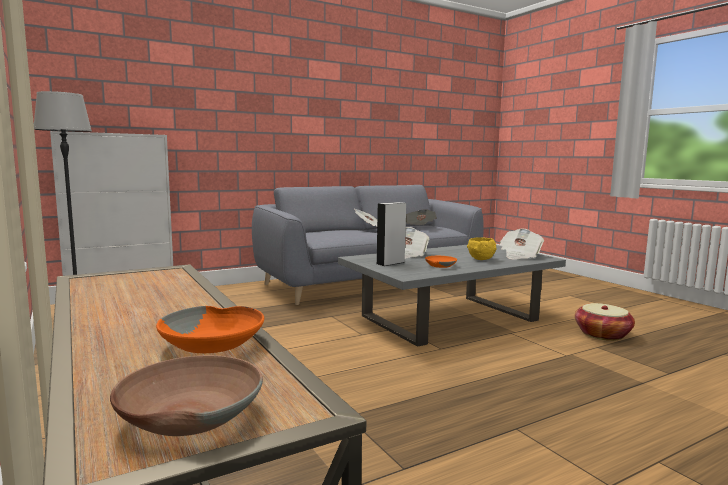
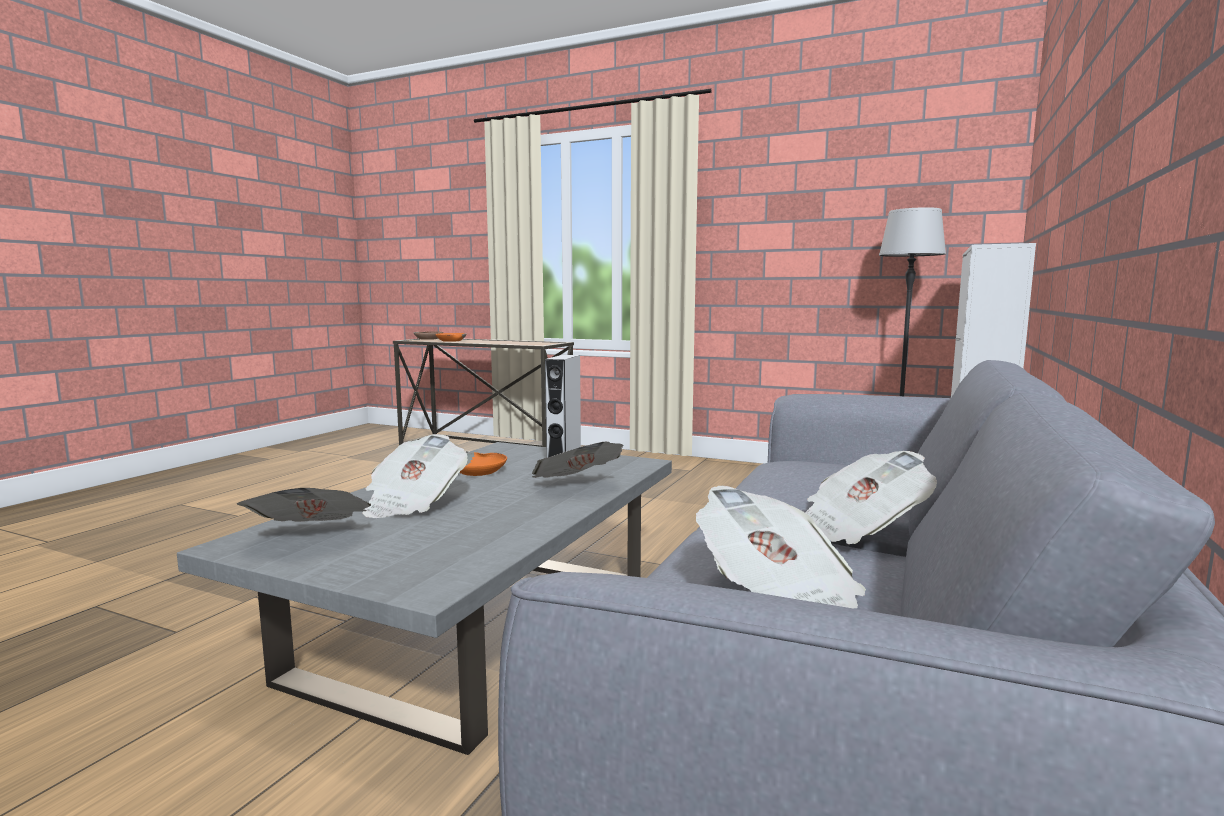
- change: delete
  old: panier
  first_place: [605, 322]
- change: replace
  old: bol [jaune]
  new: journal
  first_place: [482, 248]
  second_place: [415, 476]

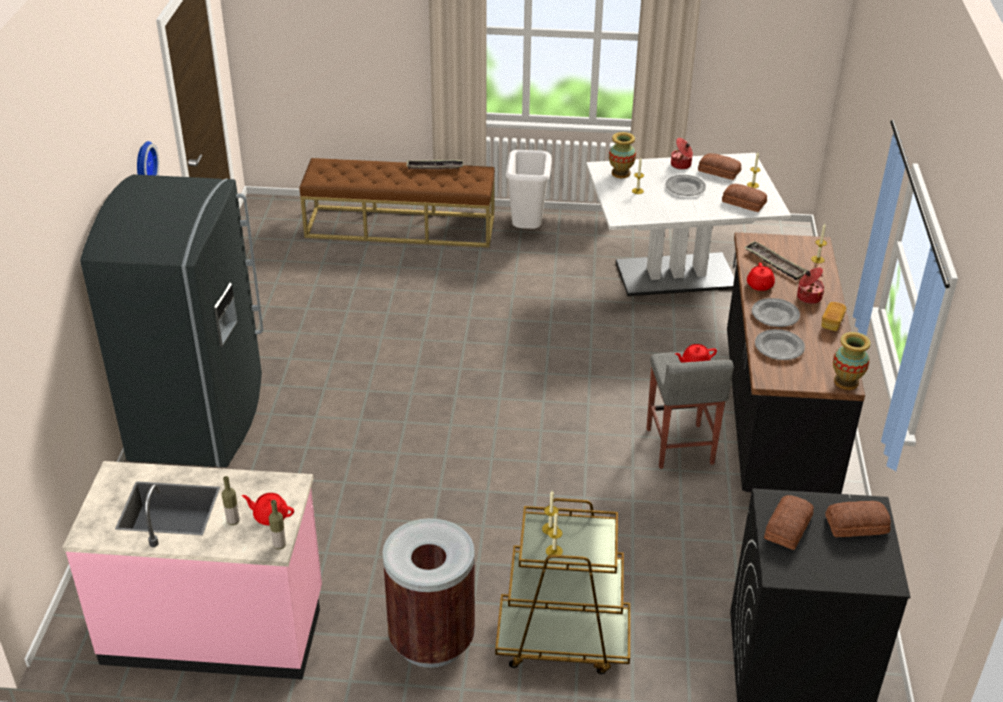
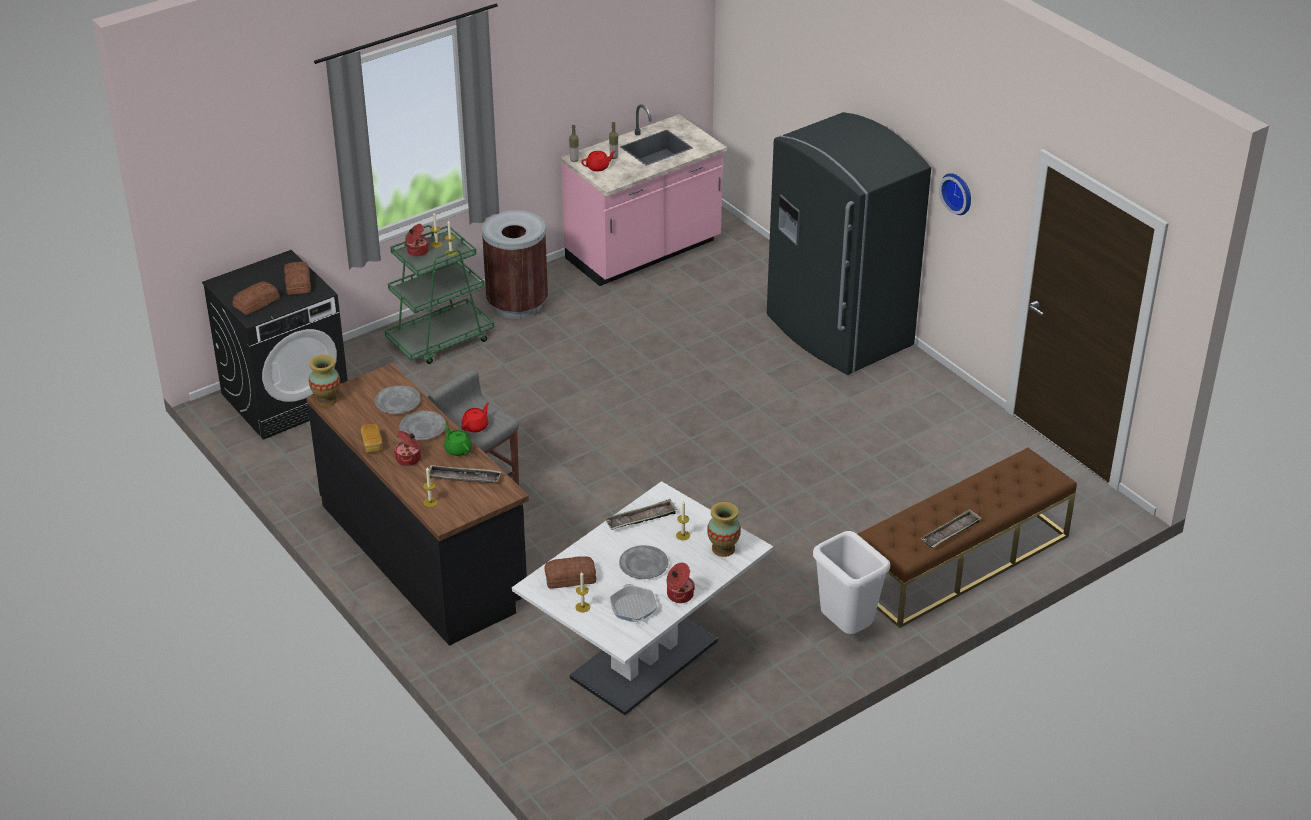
- change: insert
  new: marmite
  second_place: [417, 240]
- change: insert
  new: plateau
  second_place: [641, 514]
- change: replace
  old: pain
  new: poêle
  first_place: [719, 166]
  second_place: [633, 603]
- change: recolor
  old: chariot [marron]
  new: chariot [vert]
  first_place: [562, 586]
  second_place: [439, 294]
- change: recolor
  old: théière [rouge]
  new: théière [vert]
  first_place: [761, 277]
  second_place: [458, 440]

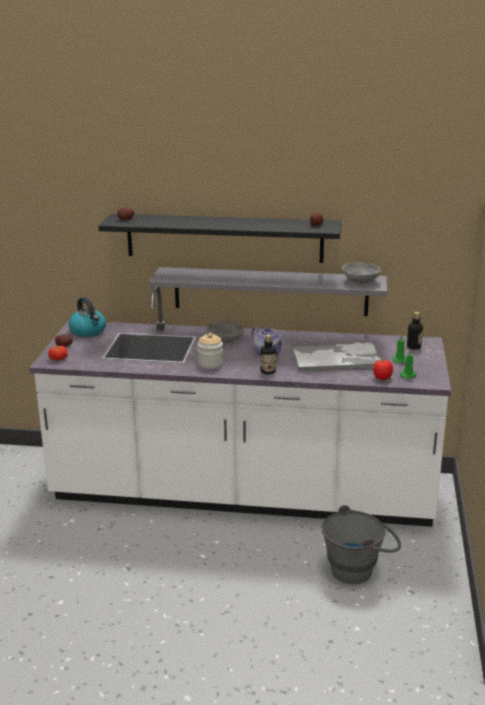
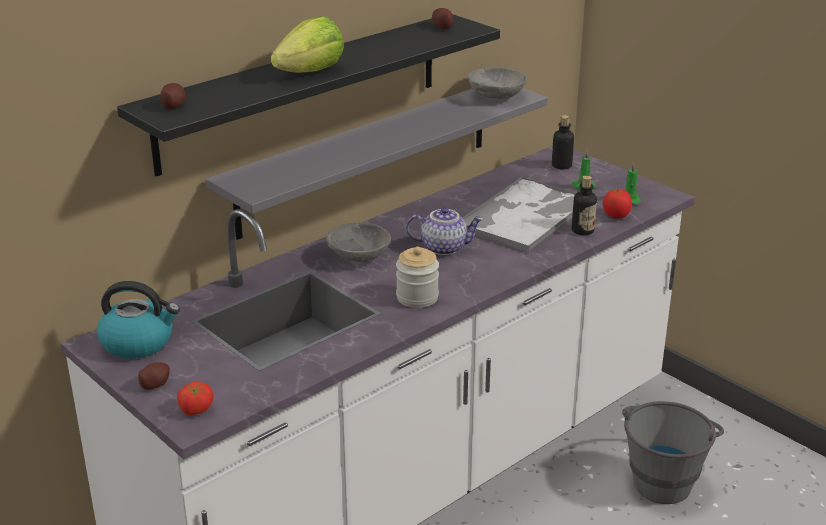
- change: insert
  new: laitue
  second_place: [307, 44]
- change: move
  old: bouteille
  first_place: [268, 354]
  second_place: [584, 205]

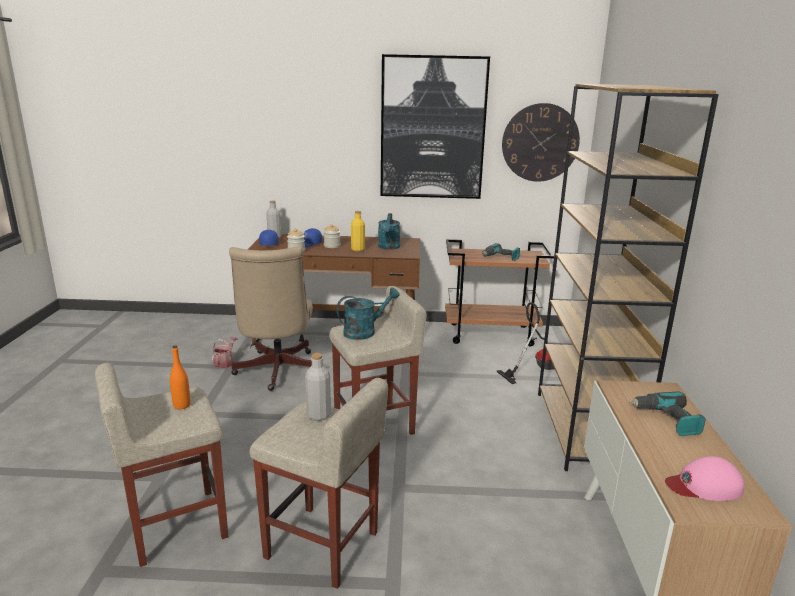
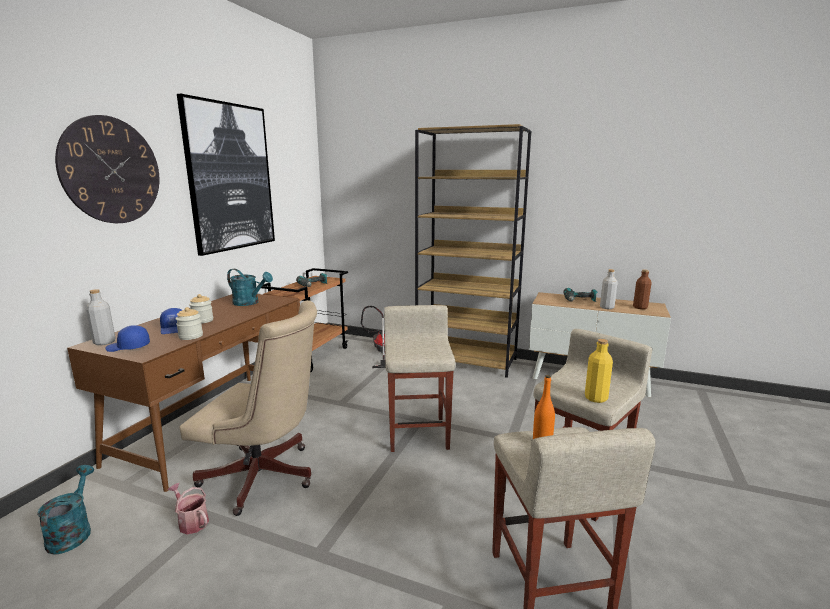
- change: move
  old: bouteille [gris]
  first_place: [318, 387]
  second_place: [608, 289]
- change: move
  old: arrosoir [turquoise]
  first_place: [368, 313]
  second_place: [65, 510]
- change: move
  old: bouteille [jaune]
  first_place: [358, 231]
  second_place: [599, 371]
- change: move
  old: horloge murale
  first_place: [541, 142]
  second_place: [107, 169]
- change: replace
  old: casquette [rose]
  new: bouteille [marron]
  first_place: [704, 478]
  second_place: [642, 289]

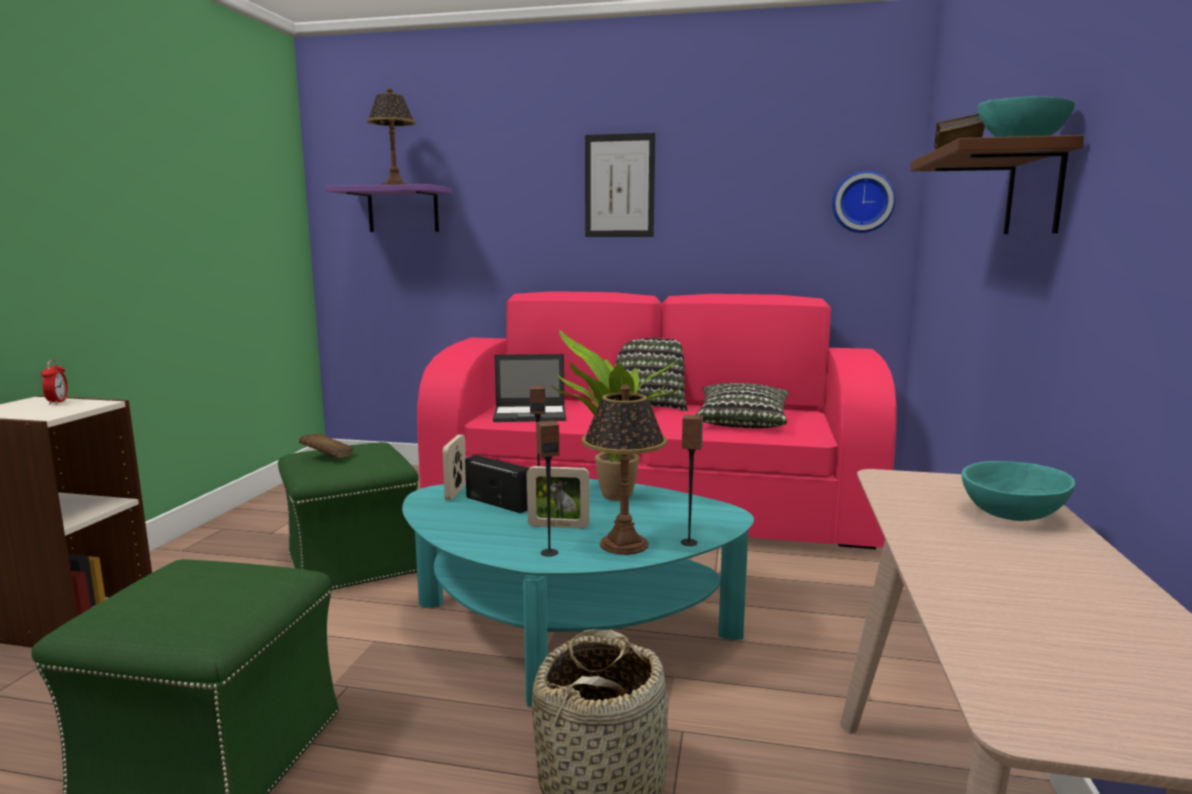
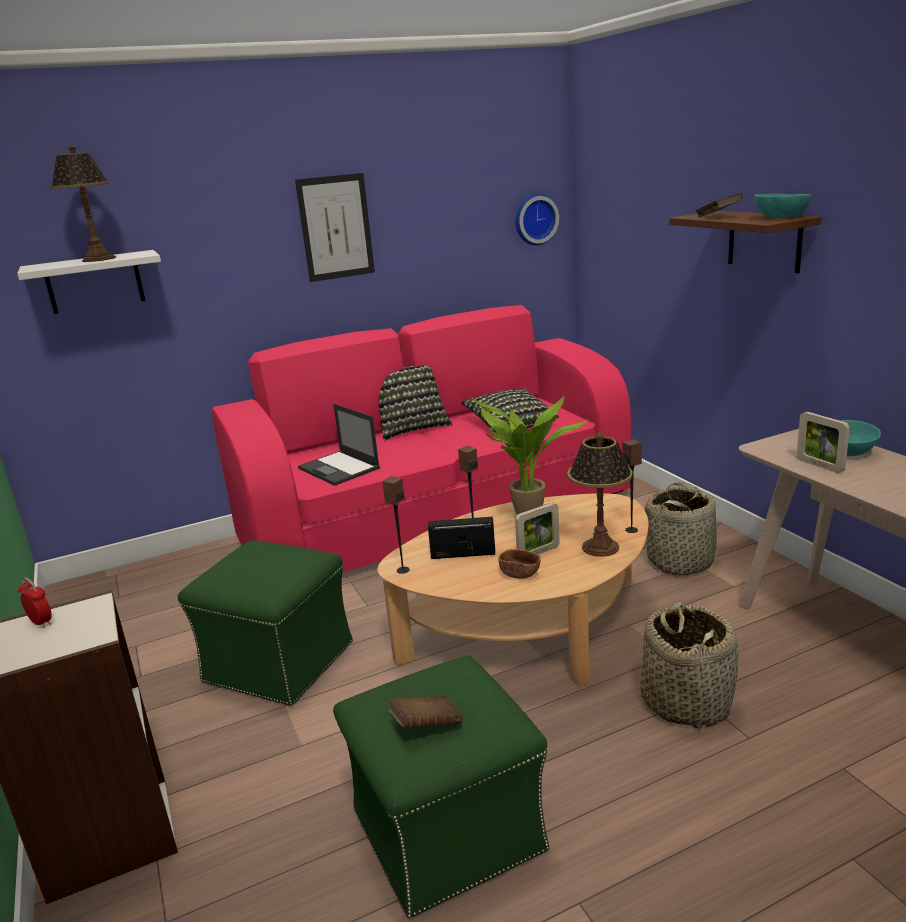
- change: insert
  new: bol [marron]
  second_place: [519, 564]
- change: insert
  new: panier
  second_place: [683, 529]
- change: move
  old: livre [marron]
  first_place: [326, 445]
  second_place: [425, 711]
- change: move
  old: cadre photo
  first_place: [454, 467]
  second_place: [823, 442]
- change: move
  old: enceinte
  first_place: [547, 488]
  second_place: [396, 525]
- change: recolor
  old: étagère [violet]
  new: étagère [blanc]
  first_place: [389, 208]
  second_place: [89, 282]
- change: recolor
  old: table basse [turquoise]
  new: table basse [beige]
  first_place: [578, 593]
  second_place: [513, 589]
- change: rotate
  old: ordinateur portable
  first_place: [529, 388]
  second_place: [339, 445]
  degrees: 90

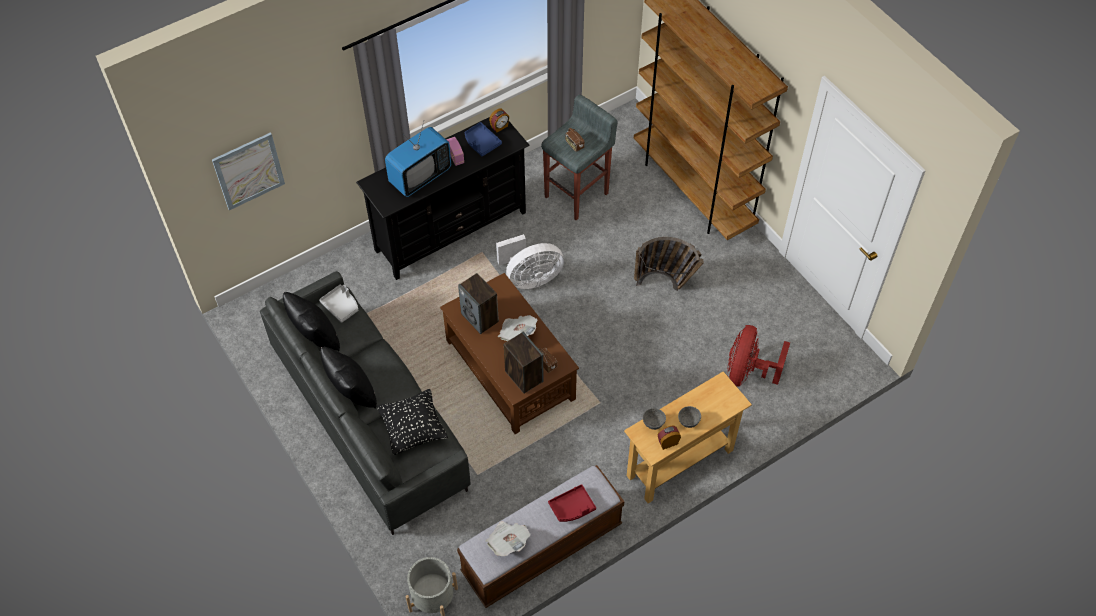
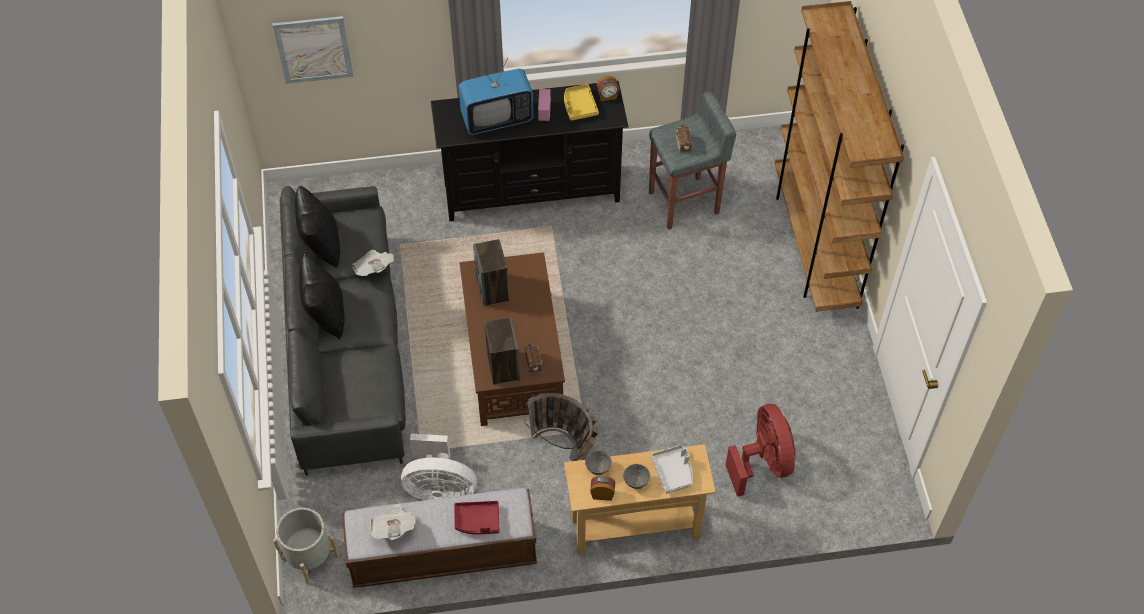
- change: delete
  old: coussin [noir]
  first_place: [412, 422]
- change: move
  old: plateau [gris]
  first_place: [338, 304]
  second_place: [672, 469]
- change: move
  old: ventilateur [blanc]
  first_place: [530, 261]
  second_place: [439, 467]
- change: move
  old: journal
  first_place: [517, 328]
  second_place: [373, 263]
- change: move
  old: panier
  first_place: [668, 264]
  second_place: [561, 427]
- change: recolor
  old: plateau [bleu]
  new: plateau [jaune]
  first_place: [483, 139]
  second_place: [581, 102]
- change: rotate
  old: ventilateur [rouge]
  first_place: [758, 356]
  second_place: [761, 450]
  degrees: 120

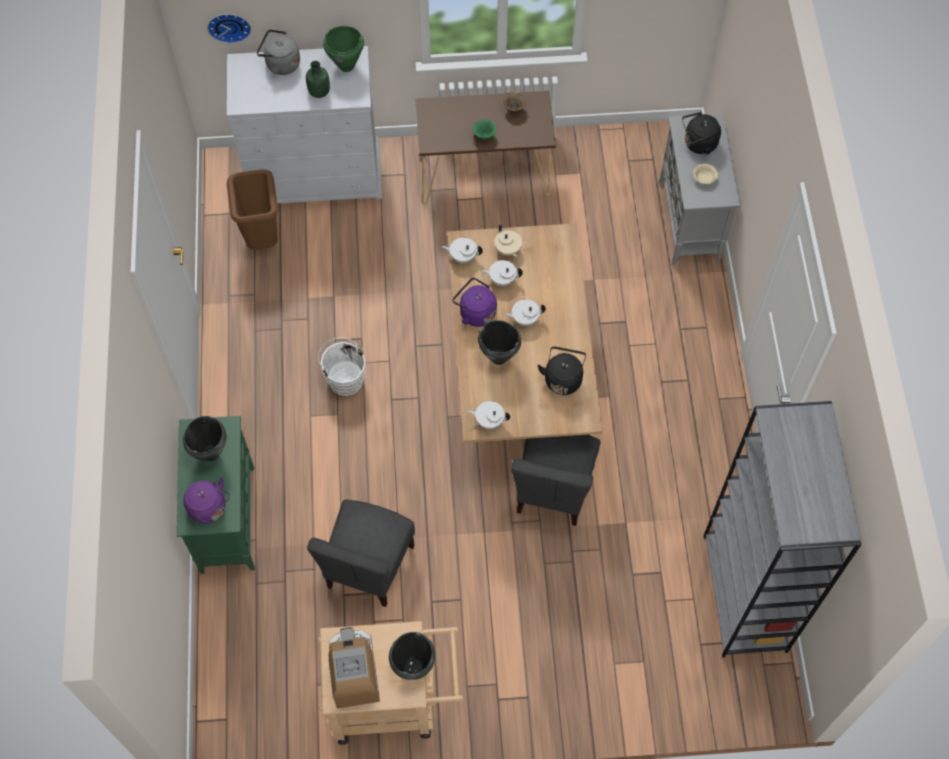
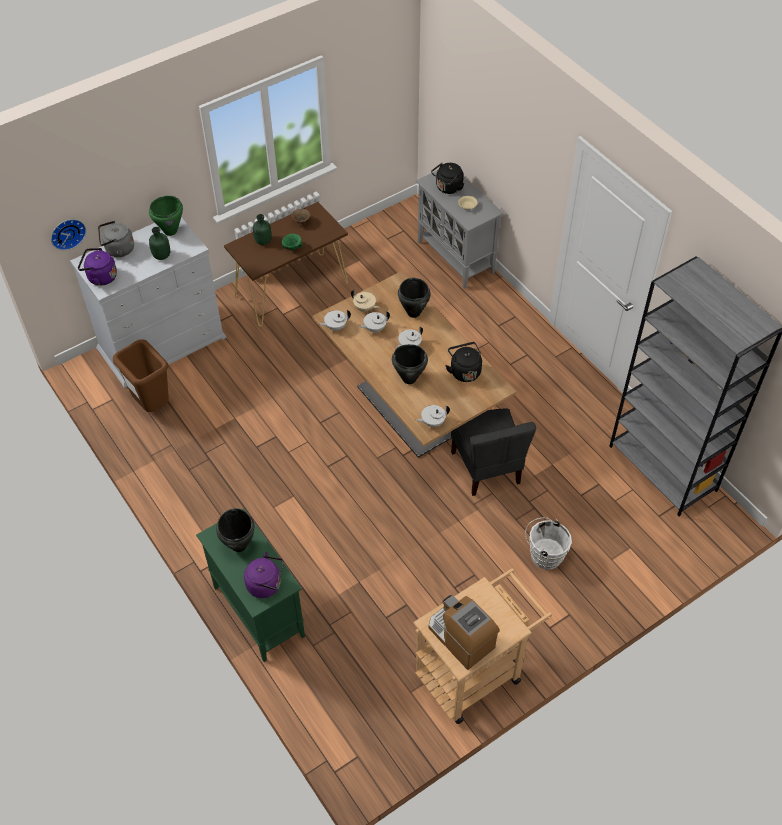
- change: delete
  old: chaise [gris]
  first_place: [361, 553]
- change: insert
  new: bouteille [vert]
  second_place: [262, 229]
- change: move
  old: seau [blanc]
  first_place: [341, 367]
  second_place: [548, 543]
- change: move
  old: marmite [noir]
  first_place: [412, 656]
  second_place: [414, 298]
- change: move
  old: bouilloire [violet]
  first_place: [475, 302]
  second_place: [97, 267]

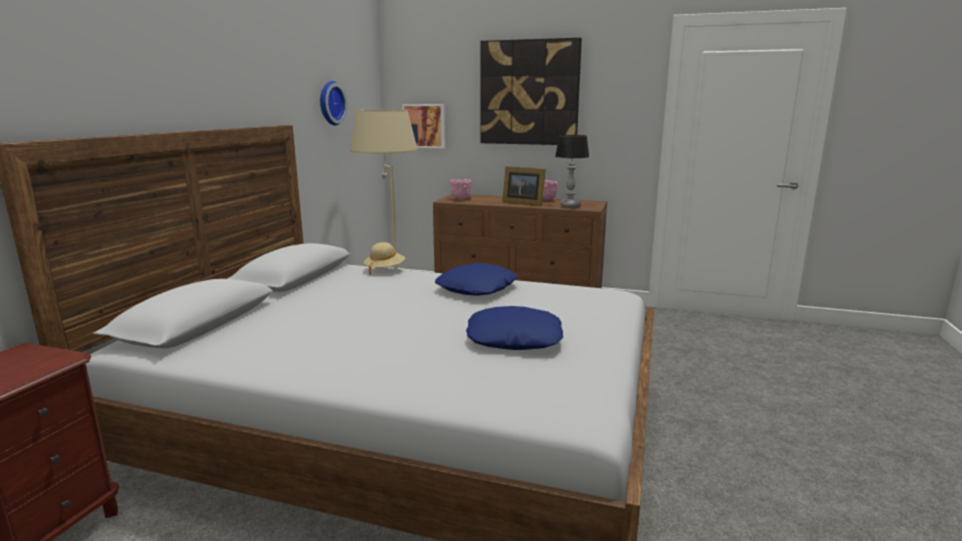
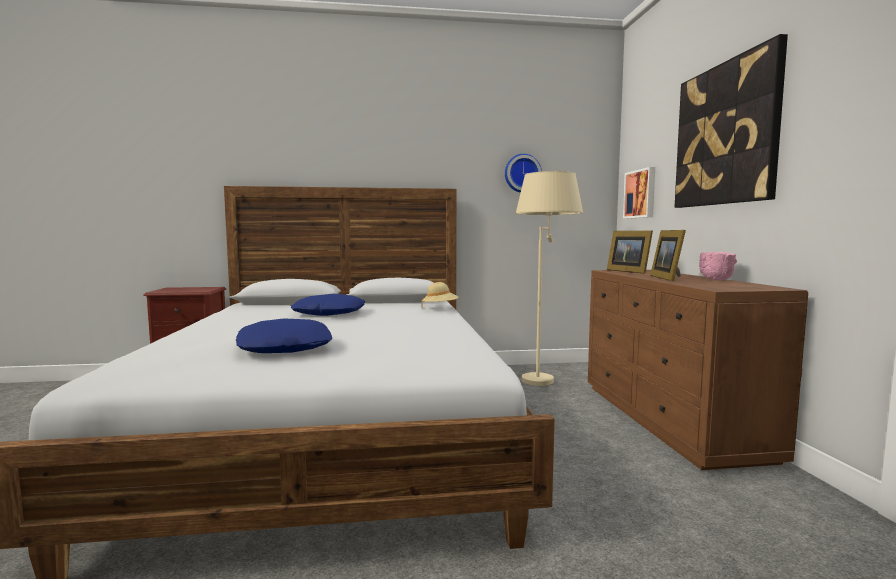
- change: delete
  old: lampe de table
  first_place: [572, 171]
- change: move
  old: coussin [bleu]
  first_place: [476, 279]
  second_place: [328, 305]
- change: replace
  old: bol [rose]
  new: cadre photo
  first_place: [460, 189]
  second_place: [630, 252]

